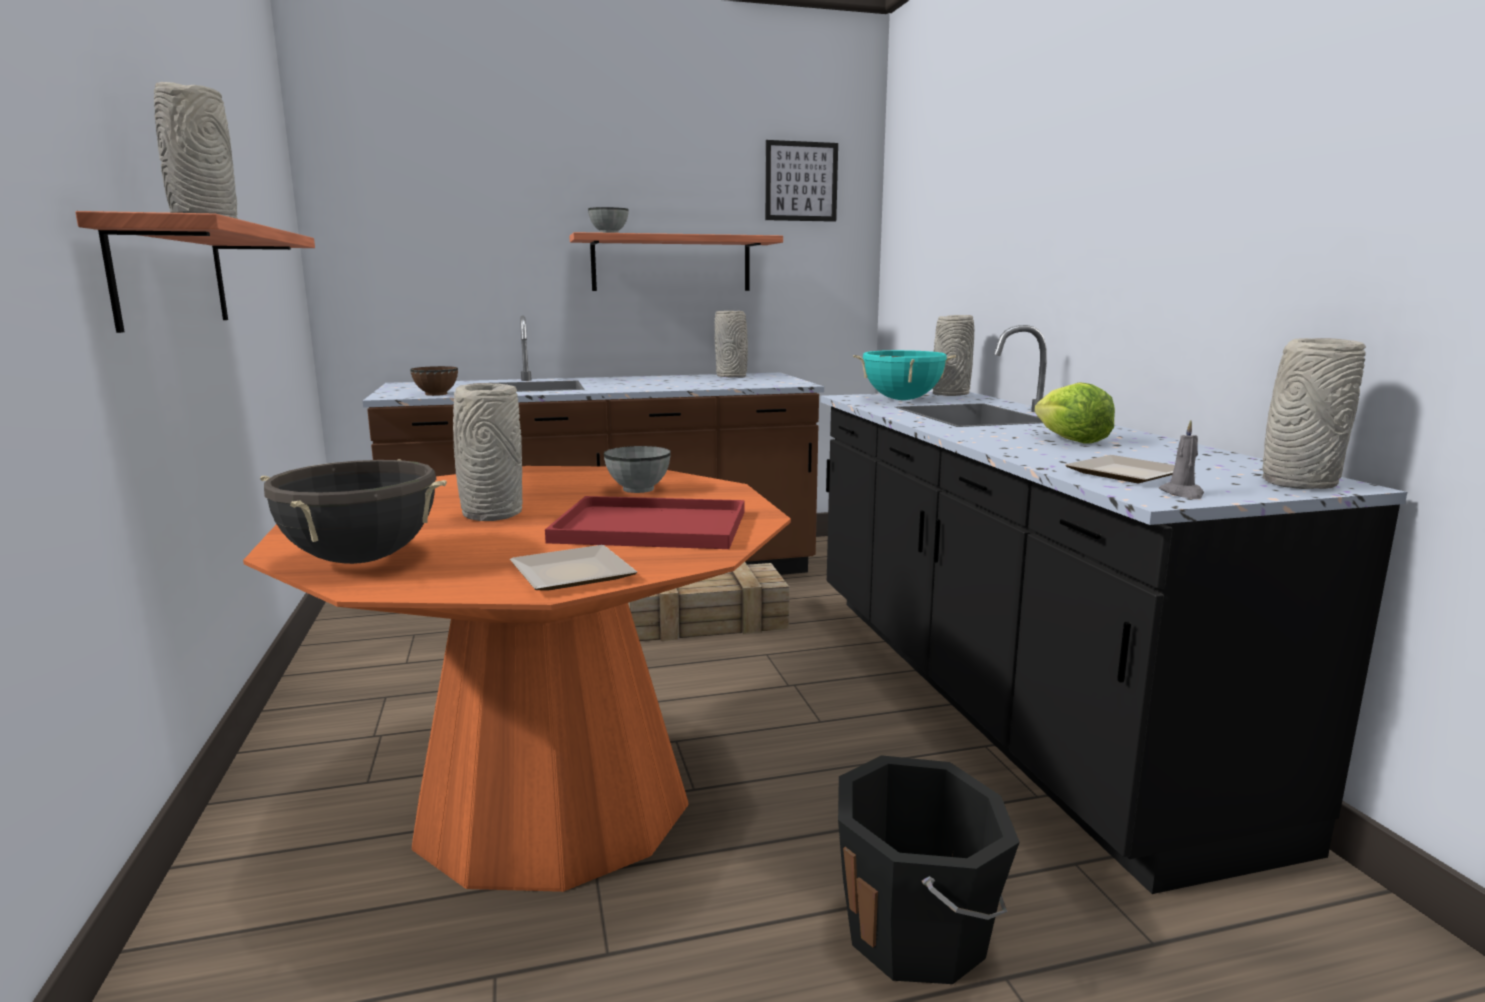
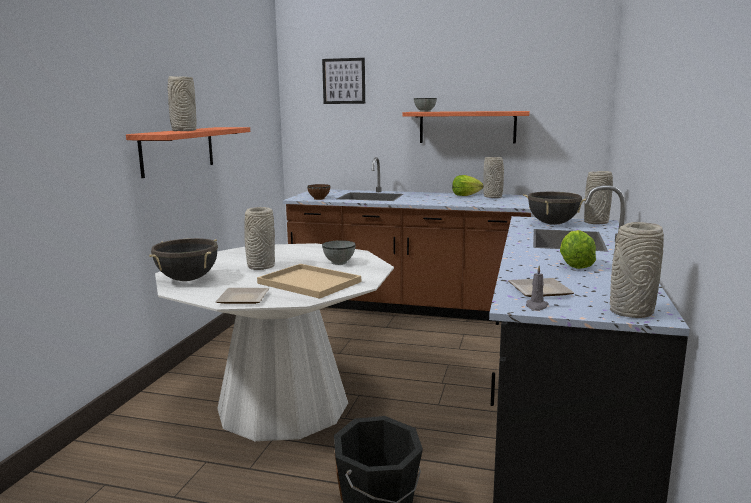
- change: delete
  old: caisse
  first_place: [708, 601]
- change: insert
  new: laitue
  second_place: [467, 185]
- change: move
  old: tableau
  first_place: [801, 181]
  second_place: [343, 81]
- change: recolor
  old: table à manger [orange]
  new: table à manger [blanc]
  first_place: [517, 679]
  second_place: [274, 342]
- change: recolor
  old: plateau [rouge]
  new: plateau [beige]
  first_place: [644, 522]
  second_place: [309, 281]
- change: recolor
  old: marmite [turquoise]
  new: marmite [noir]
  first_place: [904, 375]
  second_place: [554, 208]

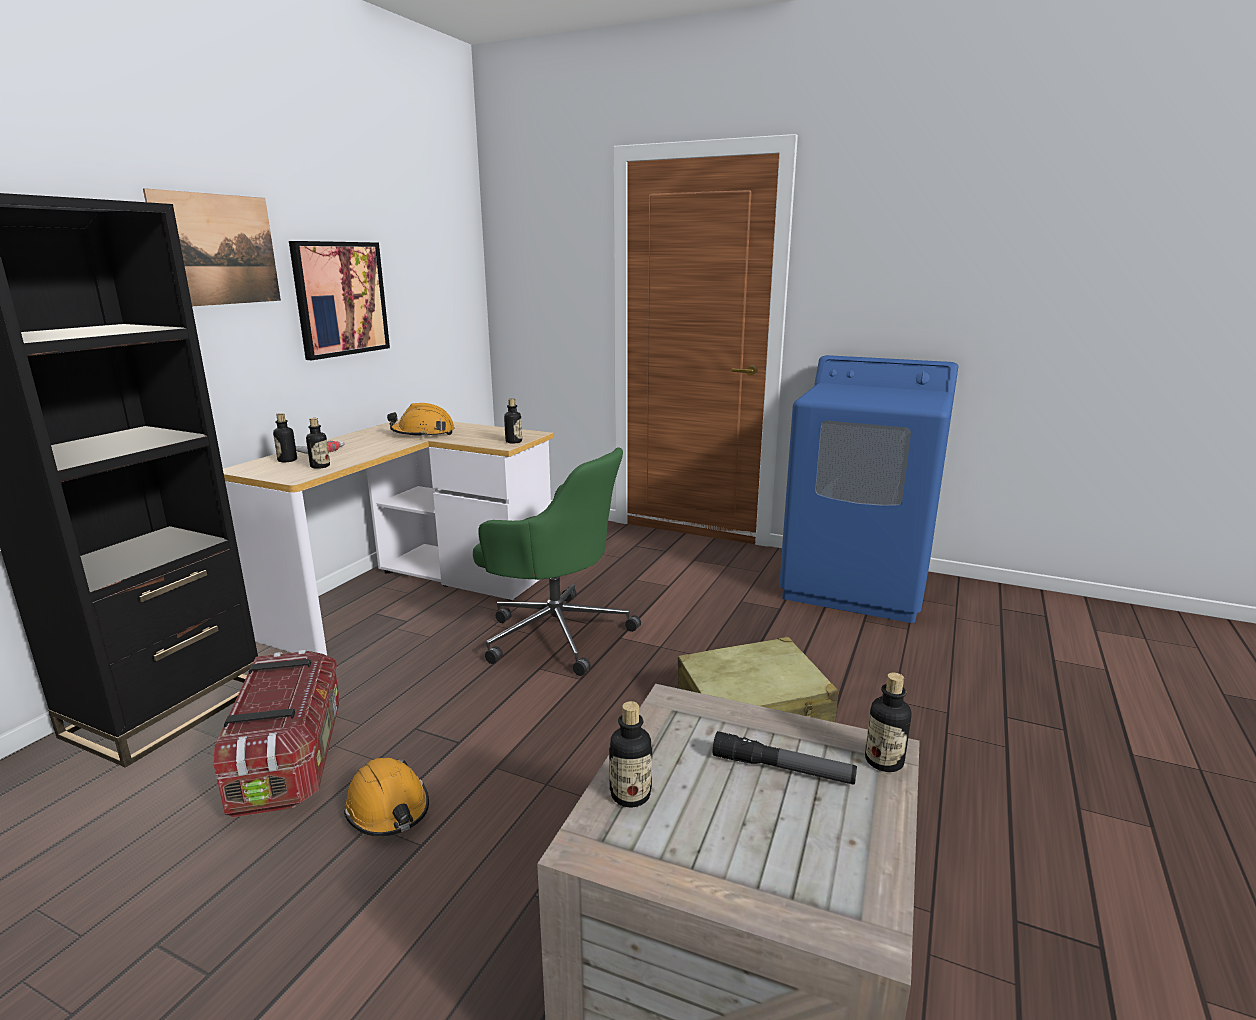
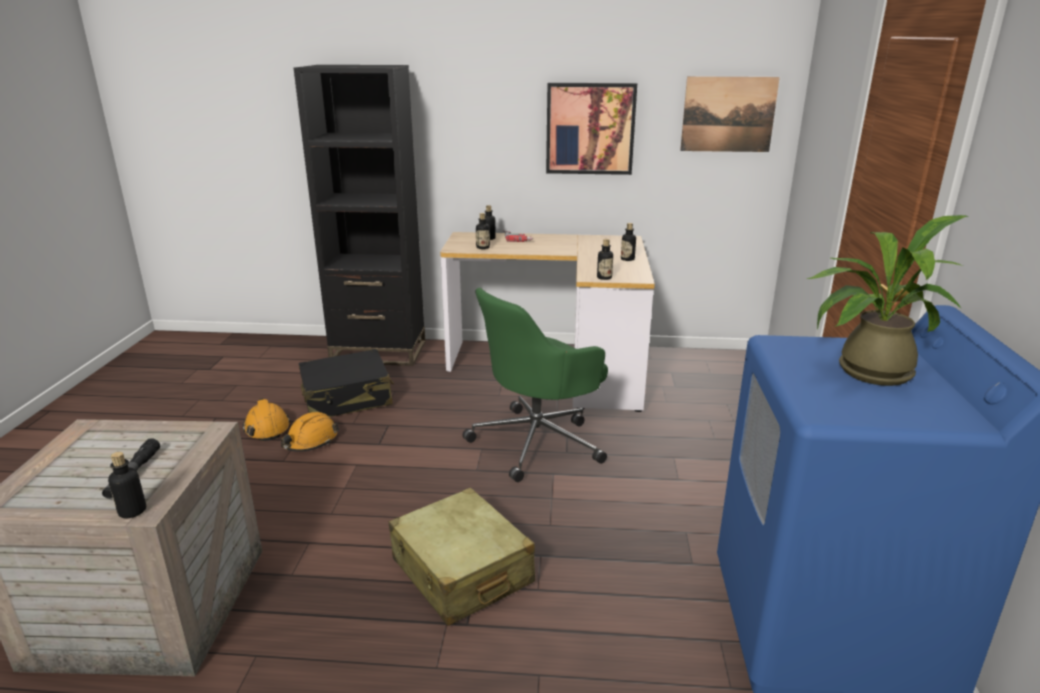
- change: insert
  new: plante en pot
  second_place: [887, 300]
- change: move
  old: tableau
  first_place: [212, 247]
  second_place: [730, 114]
- change: move
  old: casque de chantier [orange]
  first_place: [420, 420]
  second_place: [267, 419]
- change: move
  old: bouteille
  first_place: [630, 754]
  second_place: [628, 242]
- change: replace
  old: boîte de rangement
  new: valise [noir]
  first_place: [277, 733]
  second_place: [346, 383]
- change: rotate
  old: chaise de bureau [vert]
  first_place: [557, 561]
  second_place: [535, 385]
  degrees: 45

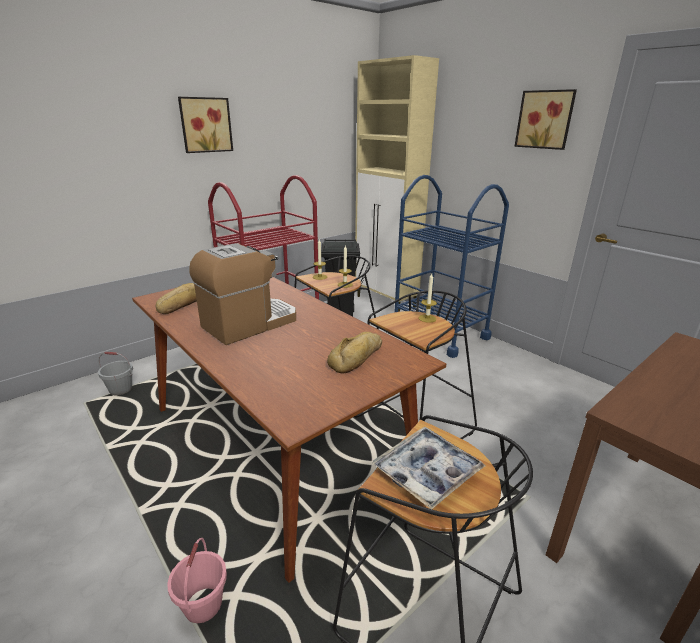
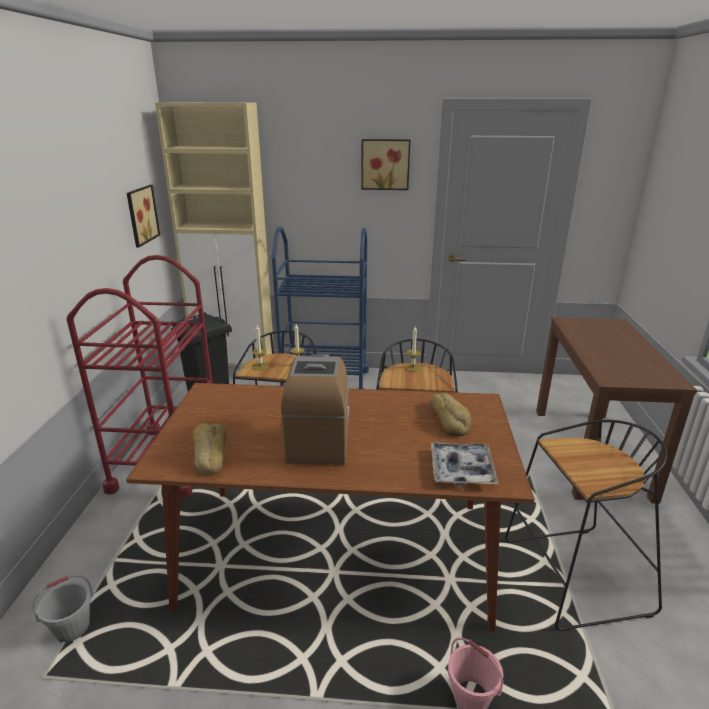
- change: move
  old: tableau
  first_place: [205, 125]
  second_place: [143, 216]
- change: move
  old: plateau
  first_place: [429, 468]
  second_place: [464, 464]

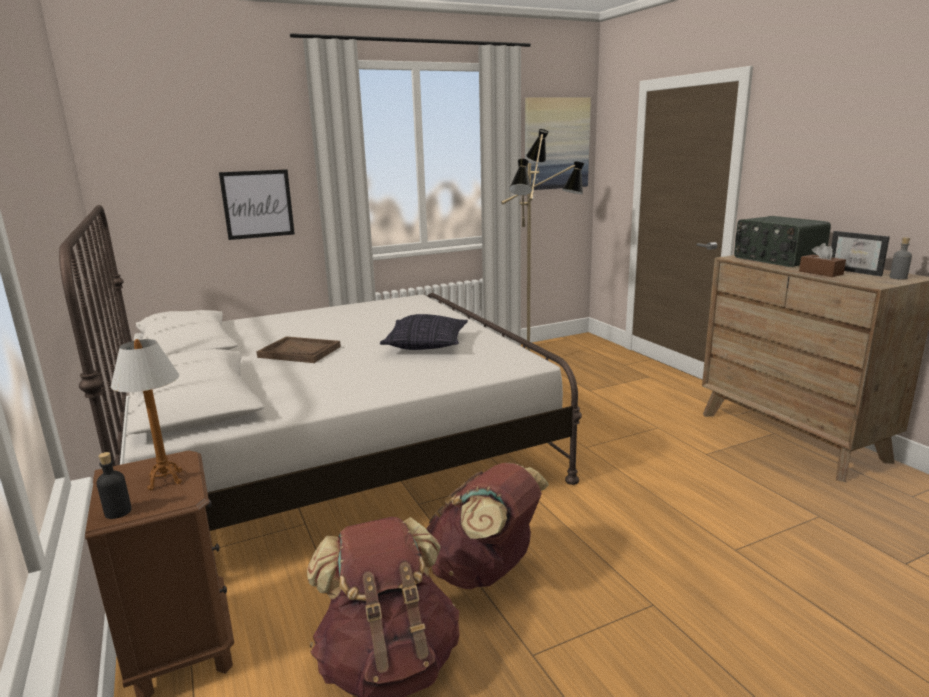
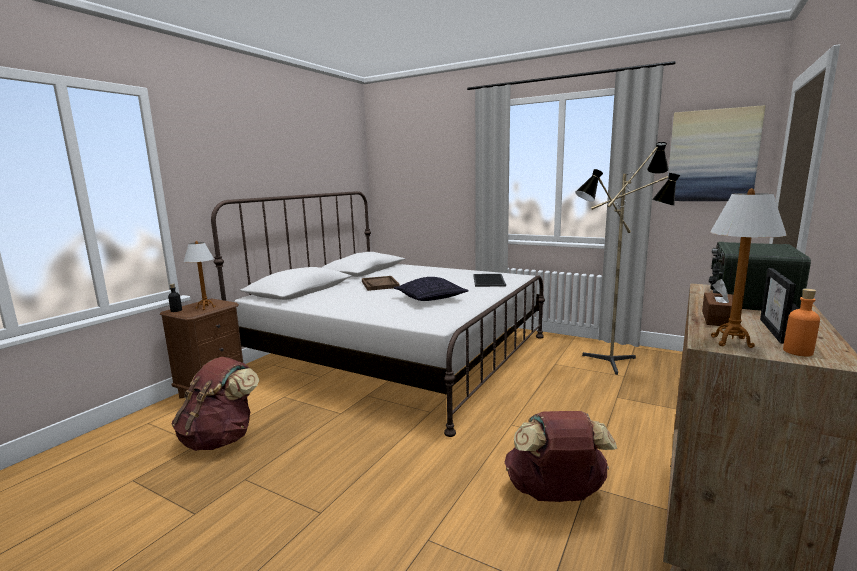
- change: delete
  old: tableau
  first_place: [257, 204]
- change: insert
  new: plateau
  second_place: [489, 280]
- change: insert
  new: lampe de table
  second_place: [748, 268]
- change: move
  old: sac à dos [marron]
  first_place: [488, 526]
  second_place: [561, 456]
- change: recolor
  old: bouteille [gris]
  new: bouteille [orange]
  first_place: [901, 258]
  second_place: [801, 322]

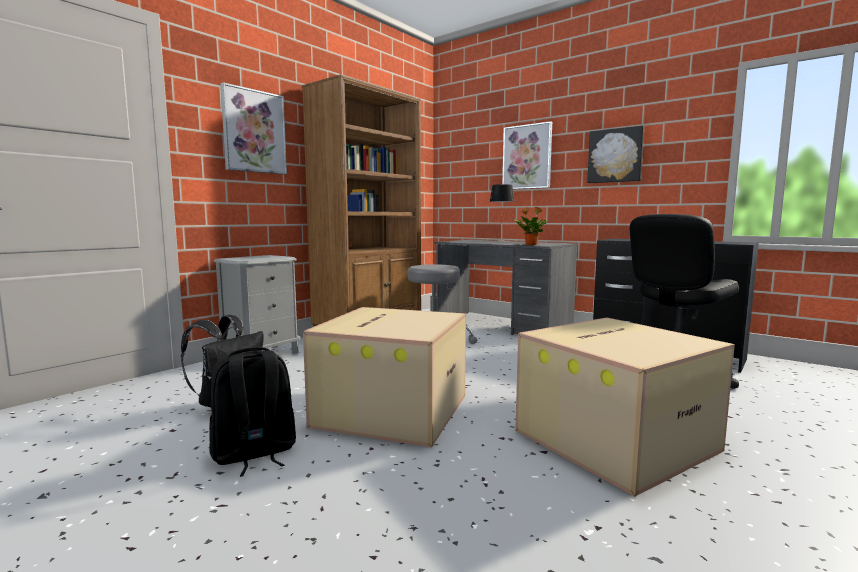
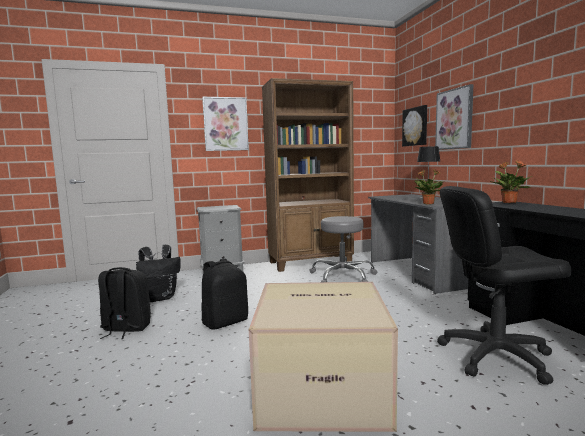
- change: insert
  new: plante en pot
  second_place: [510, 181]
- change: move
  old: tableau
  first_place: [615, 154]
  second_place: [414, 125]
- change: replace
  old: carton
  new: sac à dos [noir]
  first_place: [384, 377]
  second_place: [225, 294]

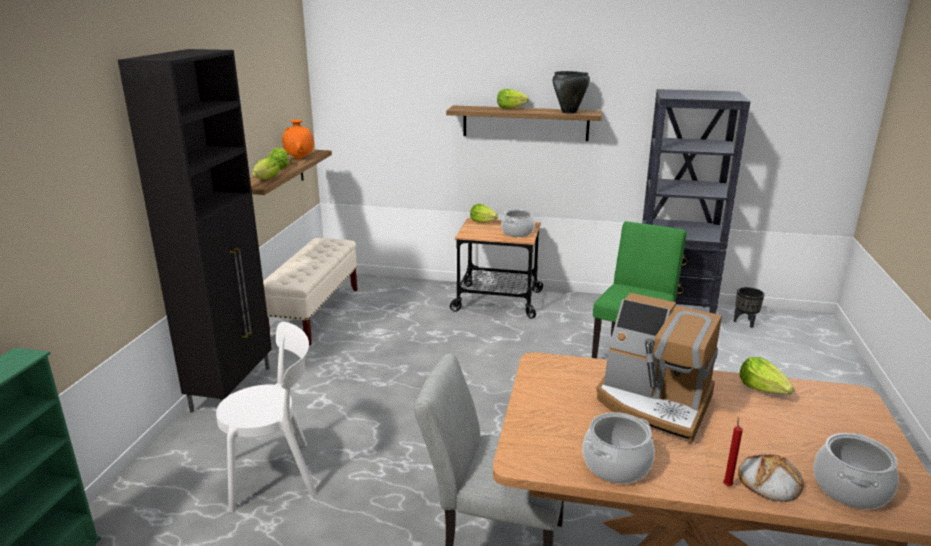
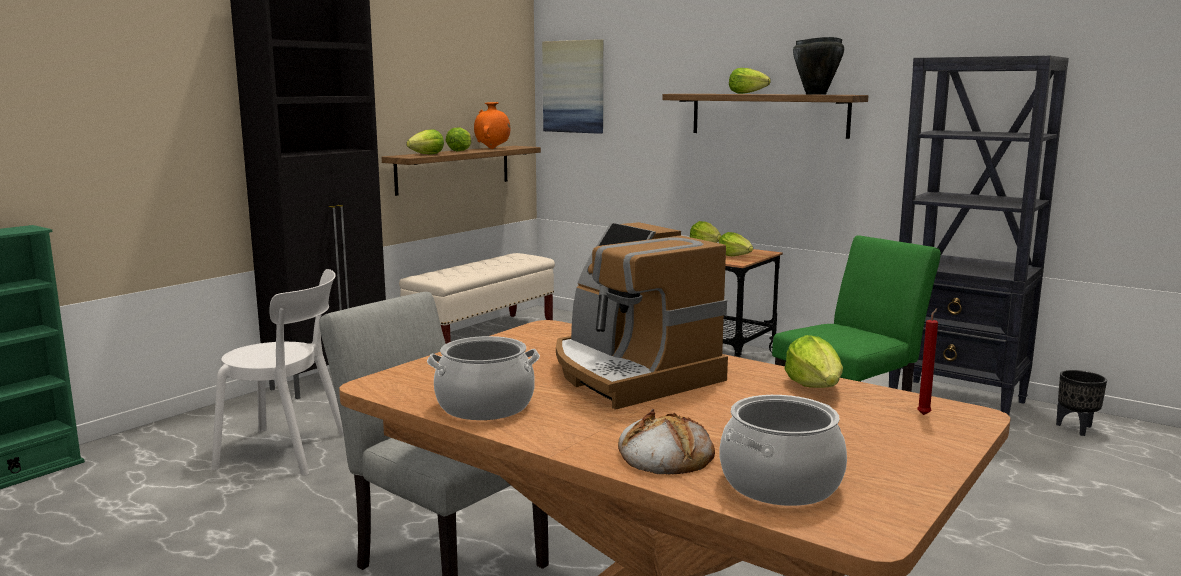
- change: insert
  new: tableau
  second_place: [572, 86]
- change: move
  old: bougie [rouge]
  first_place: [733, 451]
  second_place: [927, 361]
- change: replace
  old: marmite
  new: laitue
  first_place: [518, 223]
  second_place: [736, 244]

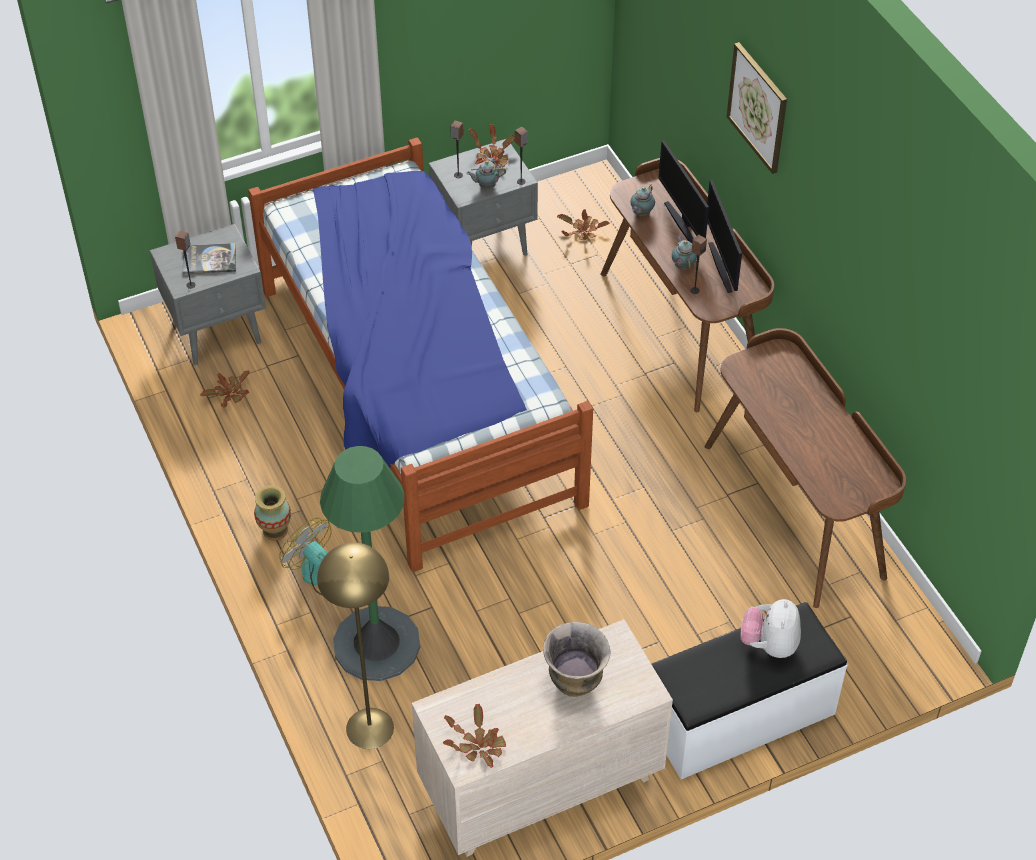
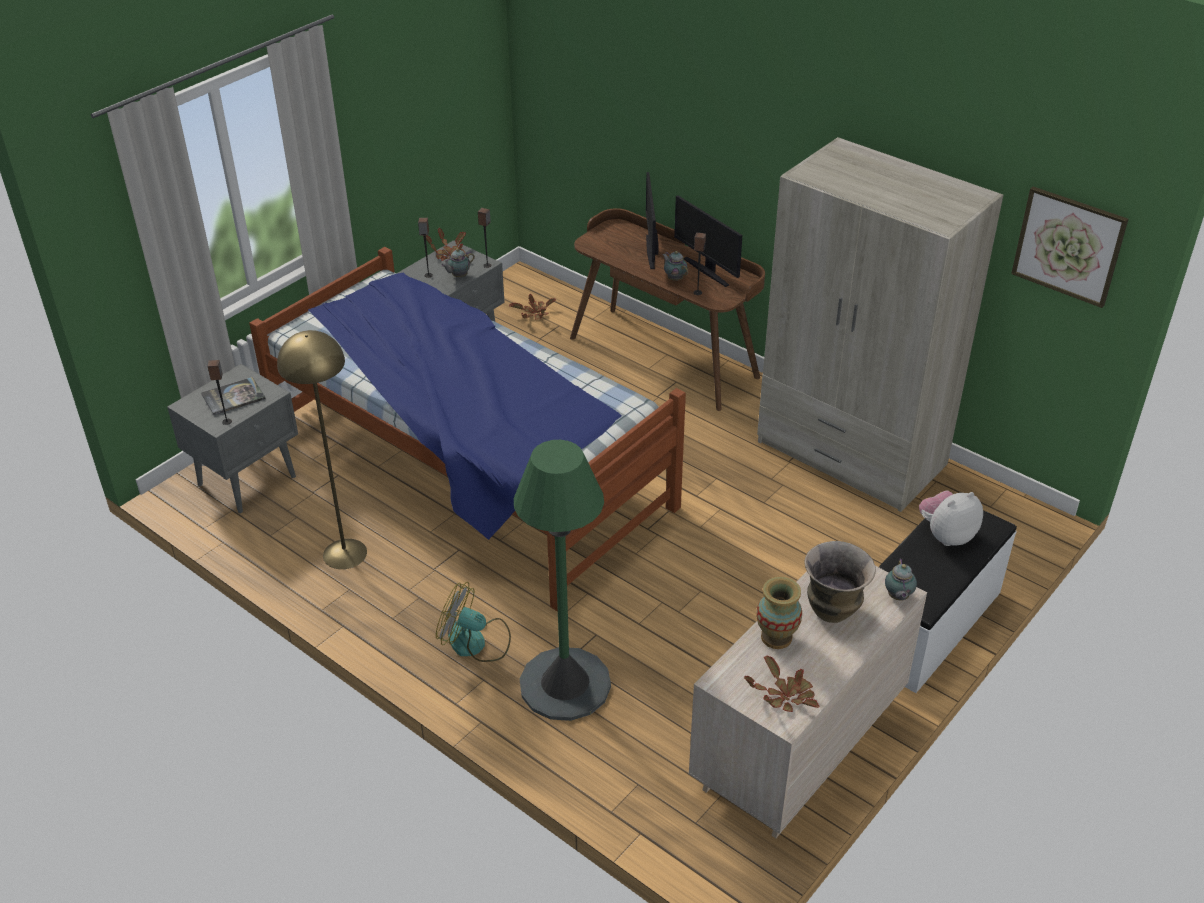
- change: delete
  old: plante en pot
  first_place: [225, 388]
- change: move
  old: vase
  first_place: [272, 513]
  second_place: [779, 613]
- change: move
  old: lampadaire [jaune]
  first_place: [355, 645]
  second_place: [322, 449]
- change: move
  old: théière
  first_place: [643, 200]
  second_place: [901, 579]
- change: move
  old: tableau
  first_place: [756, 108]
  second_place: [1069, 247]
- change: replace
  old: bureau [marron]
  new: armoire [beige]
  first_place: [805, 468]
  second_place: [880, 324]
- change: rotate
  old: écran d'ordinateur
  first_place: [684, 191]
  second_place: [652, 220]
  degrees: 45
- change: rotate
  old: peluche
  first_place: [770, 628]
  second_place: [951, 518]
  degrees: 75

